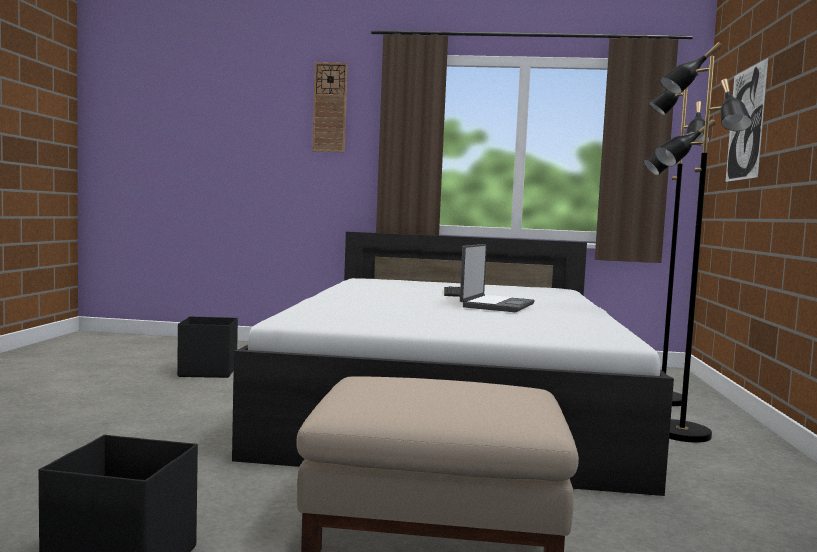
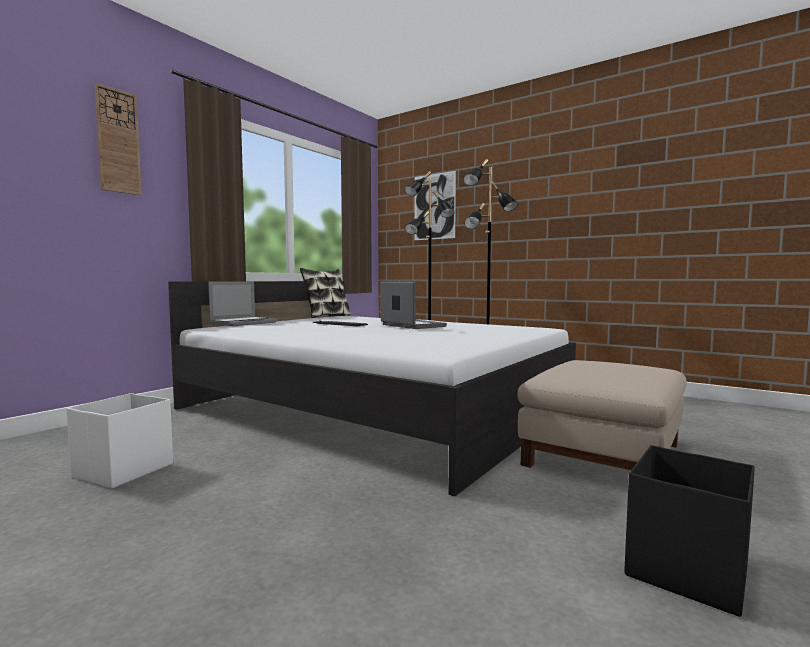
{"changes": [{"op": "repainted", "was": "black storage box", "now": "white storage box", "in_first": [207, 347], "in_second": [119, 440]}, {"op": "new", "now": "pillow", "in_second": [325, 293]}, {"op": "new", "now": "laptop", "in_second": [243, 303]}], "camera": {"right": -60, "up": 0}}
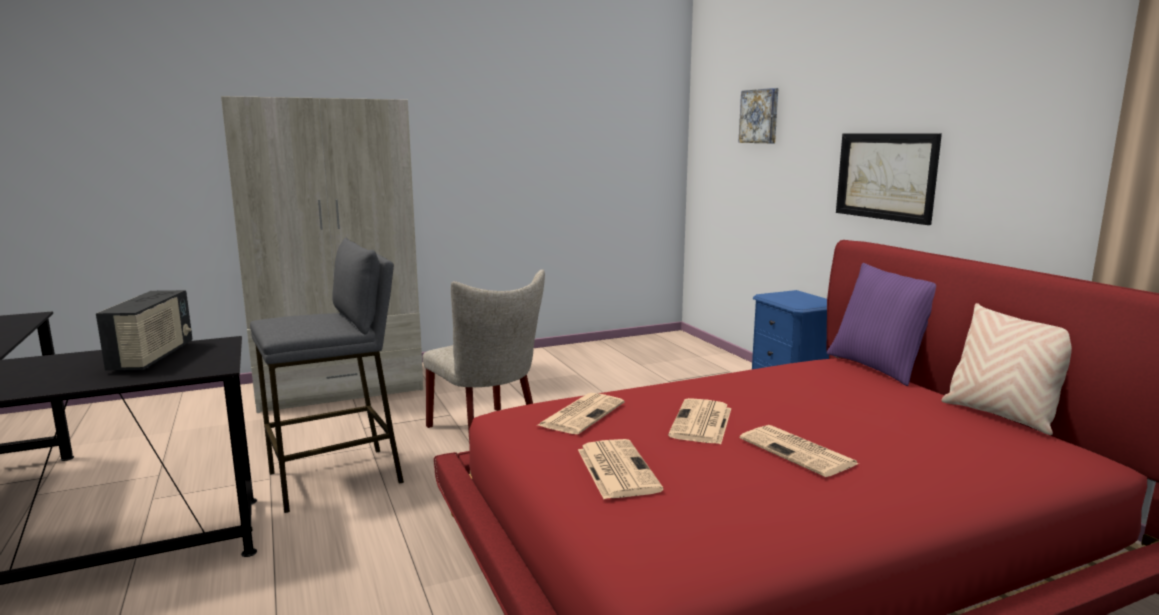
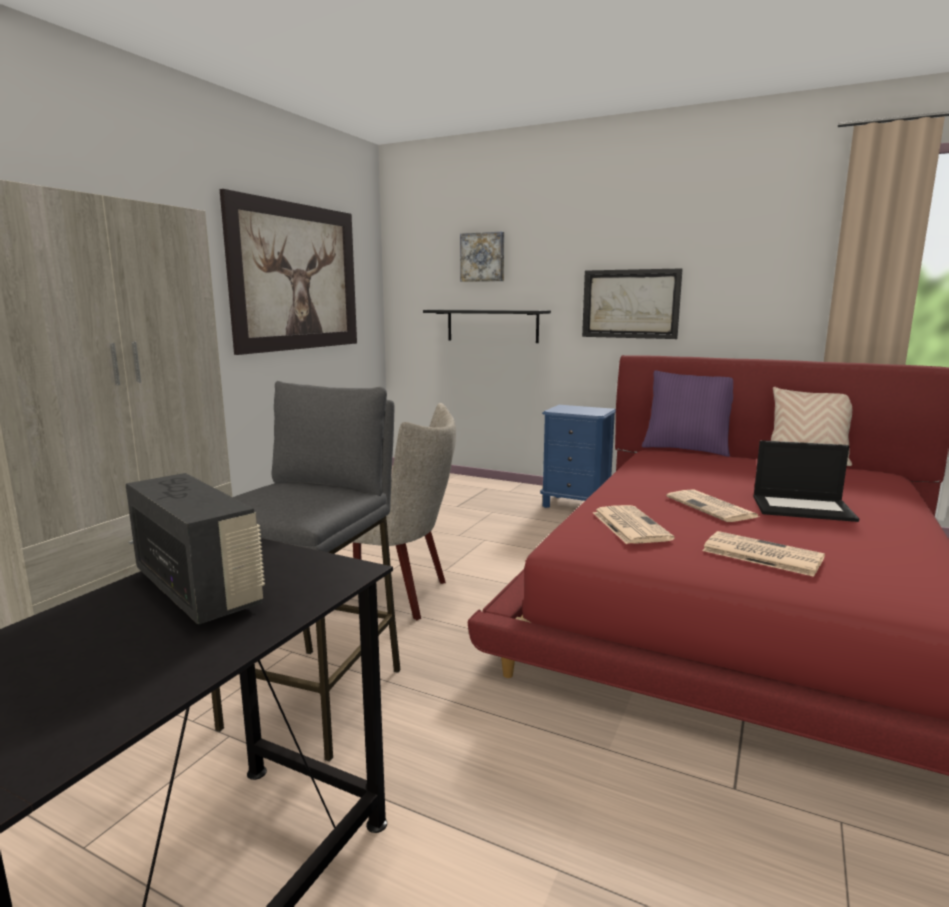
{"changes": [{"op": "swapped", "was": "newspaper", "now": "laptop", "in_first": [799, 451], "in_second": [806, 481]}, {"op": "new", "now": "picture", "in_second": [288, 272]}, {"op": "new", "now": "black shelf", "in_second": [487, 326]}], "camera": {"right": -40, "up": 0}}
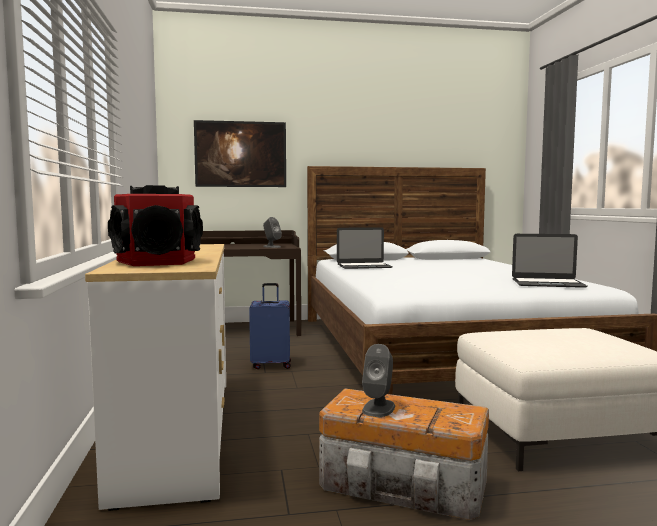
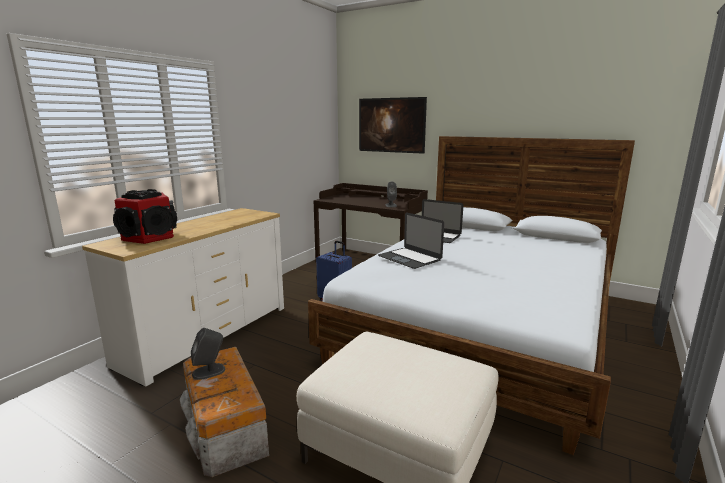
{"changes": [{"op": "shifted", "was": "laptop", "in_first": [550, 261], "in_second": [411, 240]}], "camera": {"right": 40, "up": 10}}
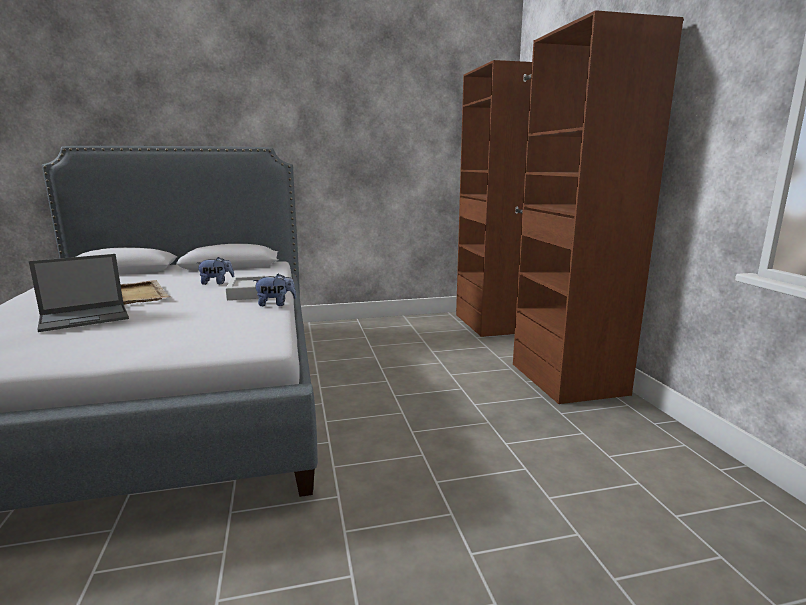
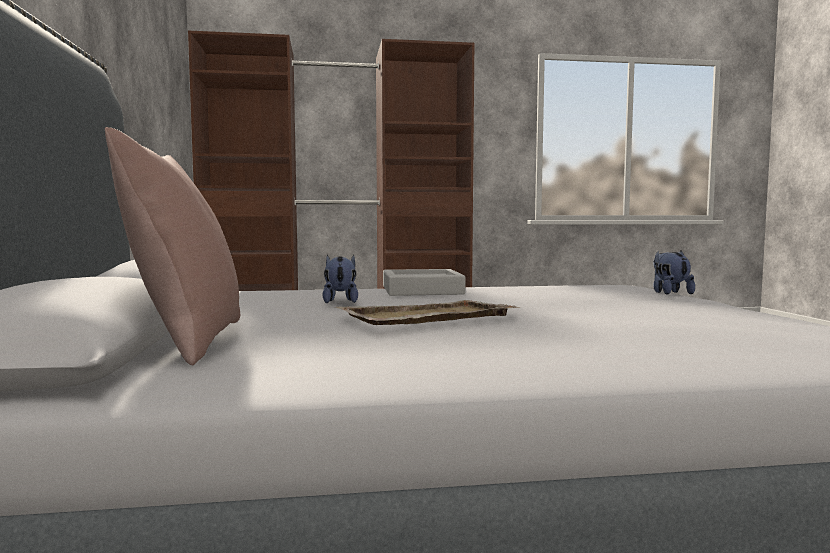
{"changes": [{"op": "gone", "was": "laptop", "in_first": [79, 293]}, {"op": "shifted", "was": "plush toy", "in_first": [275, 290], "in_second": [674, 272]}, {"op": "new", "now": "pink pillow", "in_second": [172, 246]}], "camera": {"right": -85, "up": -10}}
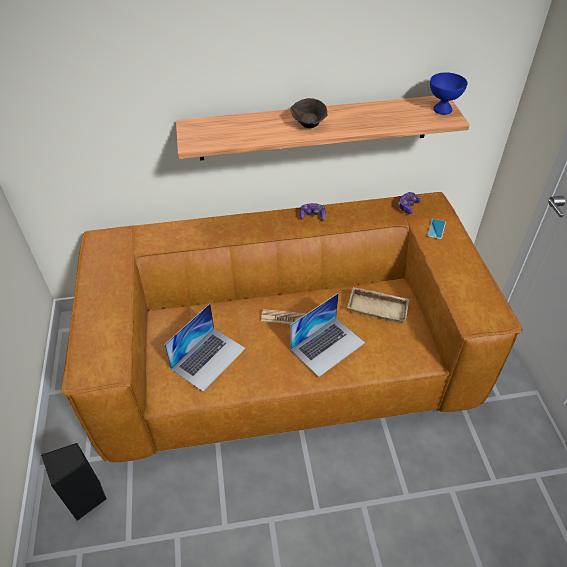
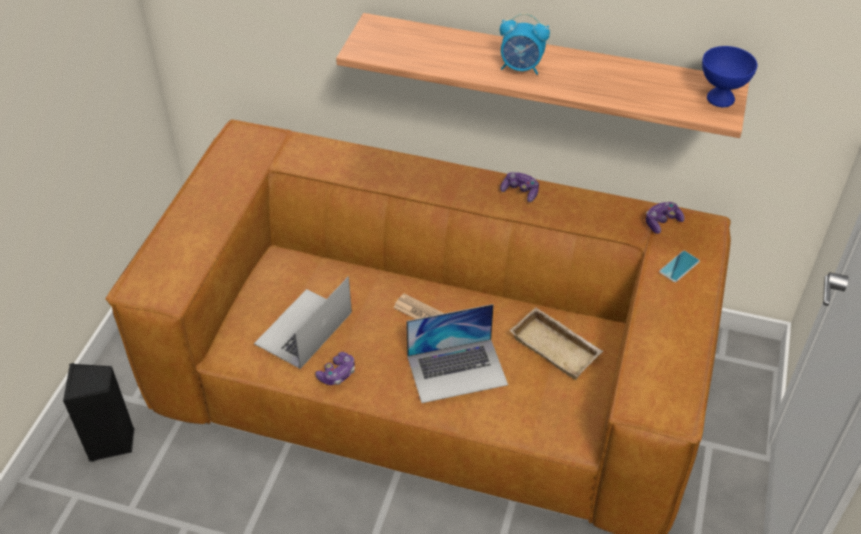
{"changes": [{"op": "swapped", "was": "brown bowl", "now": "alarm clock", "in_first": [309, 113], "in_second": [525, 44]}, {"op": "rotated", "was": "laptop", "in_first": [205, 348], "in_second": [303, 322], "clockwise": 150}, {"op": "new", "now": "game controller", "in_second": [335, 368]}], "camera": {"right": 25, "up": 0}}
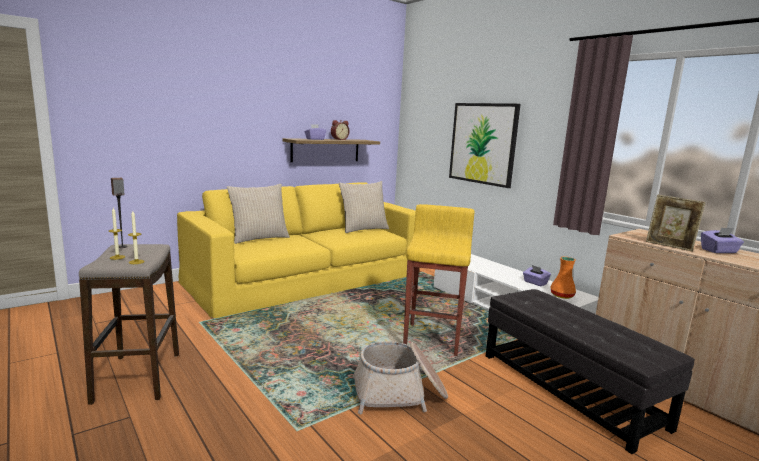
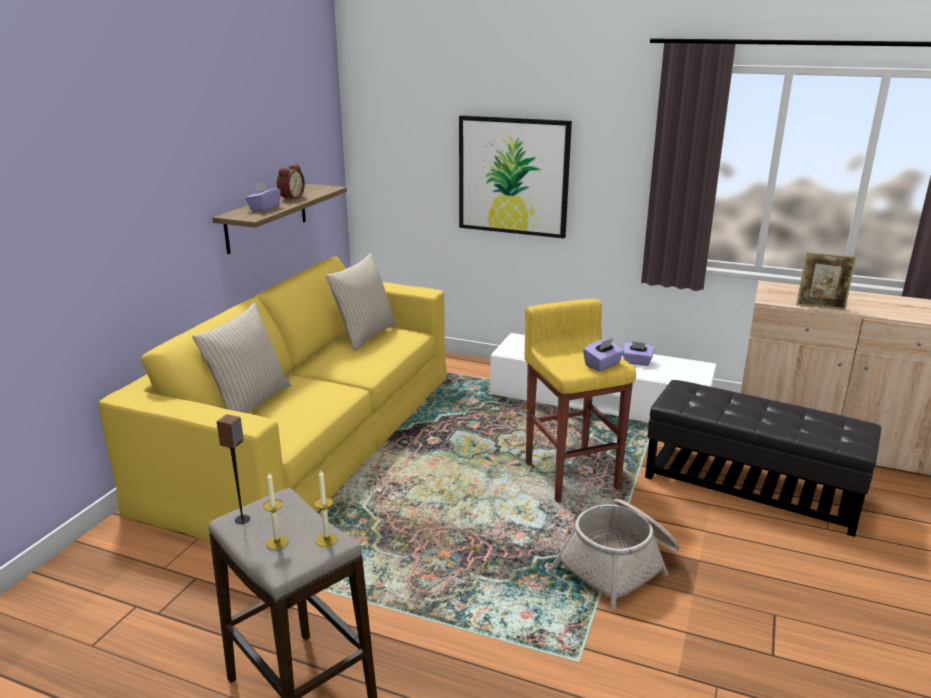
{"changes": [{"op": "shifted", "was": "purple tissue box", "in_first": [722, 240], "in_second": [603, 354]}, {"op": "gone", "was": "orange vase", "in_first": [563, 278]}], "camera": {"right": -30, "up": 10}}
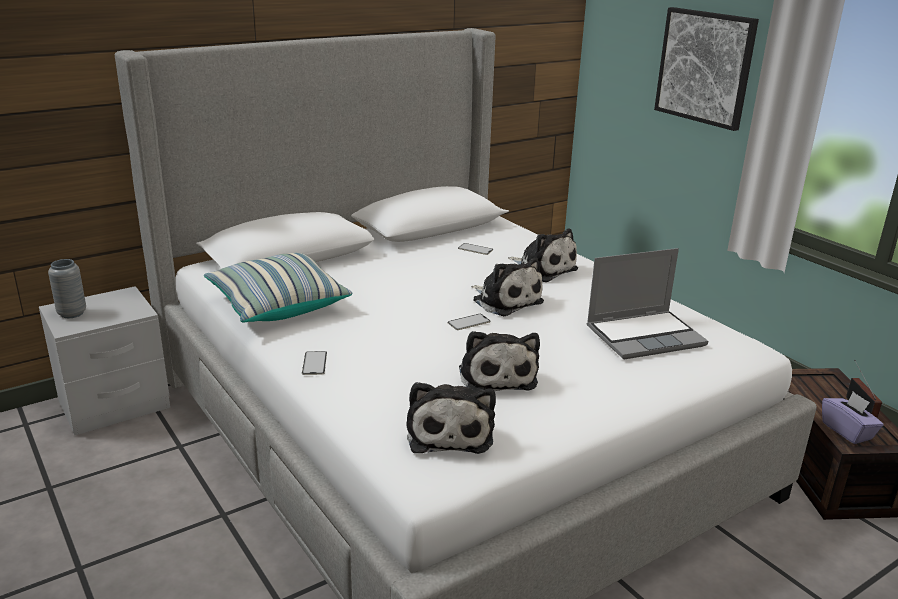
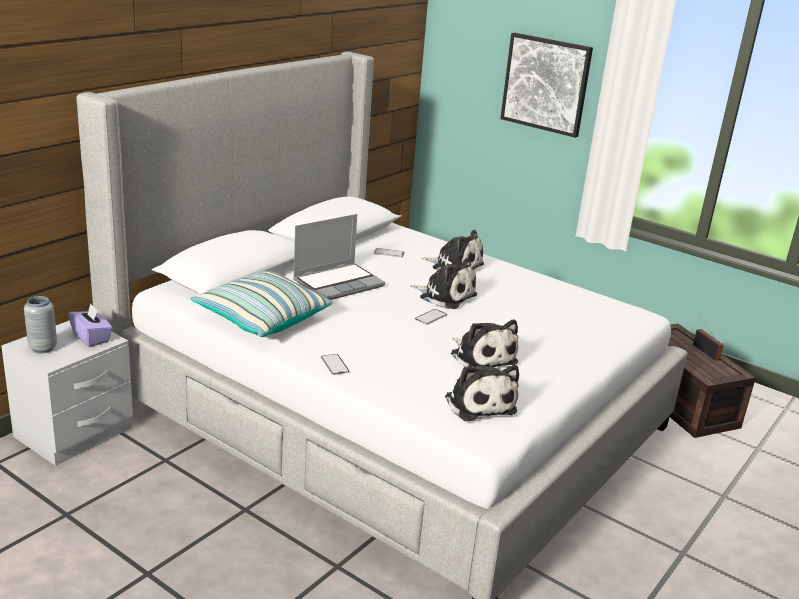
{"changes": [{"op": "shifted", "was": "laptop", "in_first": [647, 304], "in_second": [339, 257]}, {"op": "shifted", "was": "purple tissue box", "in_first": [853, 417], "in_second": [90, 325]}], "camera": {"right": -20, "up": 0}}
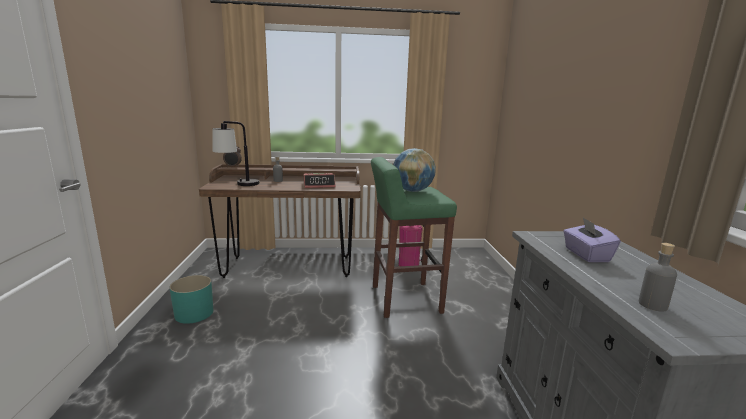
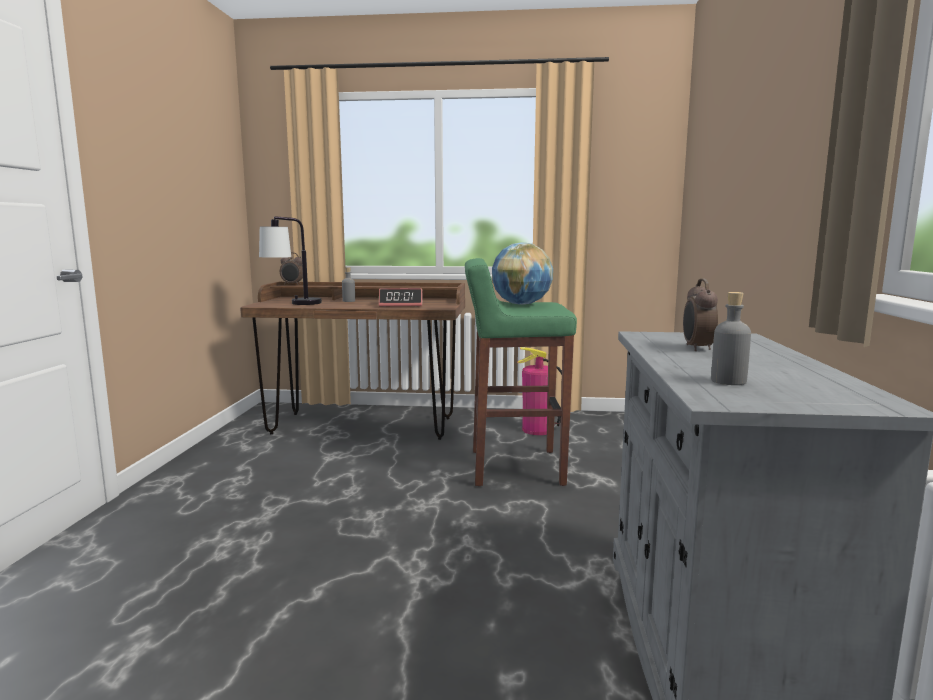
{"changes": [{"op": "swapped", "was": "purple tissue box", "now": "alarm clock", "in_first": [592, 240], "in_second": [700, 315]}, {"op": "gone", "was": "turquoise planter", "in_first": [191, 299]}], "camera": {"right": 10, "up": -5}}
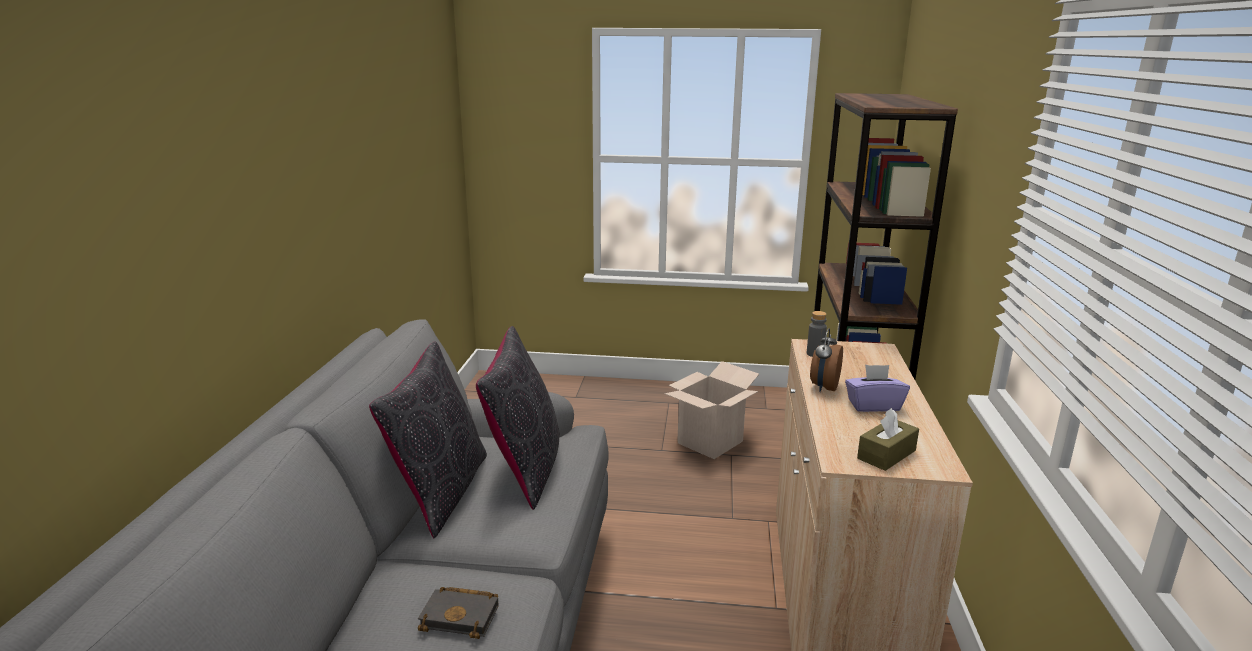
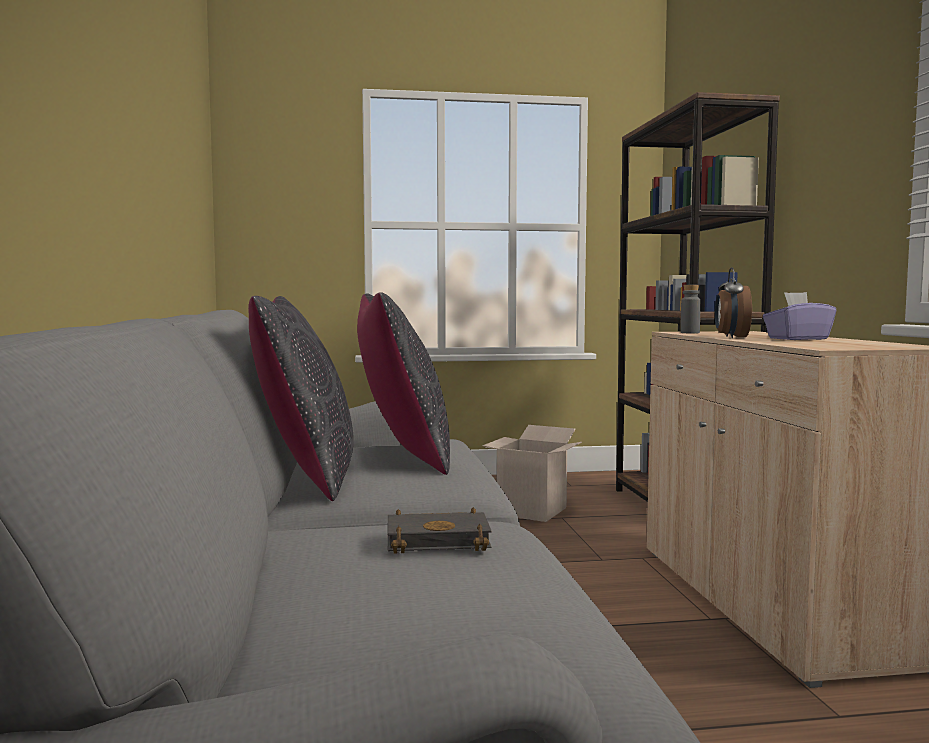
{"changes": [{"op": "gone", "was": "brown tissue box", "in_first": [888, 439]}], "camera": {"right": -15, "up": -15}}
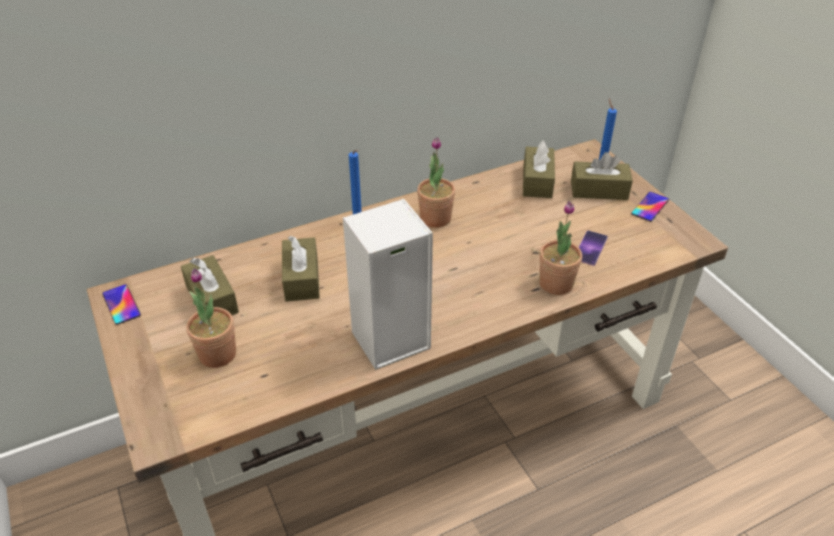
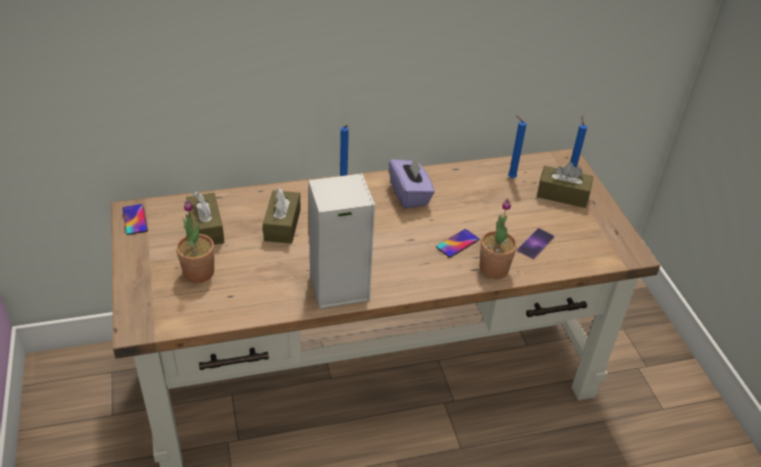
{"changes": [{"op": "swapped", "was": "potted plant", "now": "purple tissue box", "in_first": [436, 182], "in_second": [412, 182]}, {"op": "swapped", "was": "brown tissue box", "now": "blue candle", "in_first": [539, 169], "in_second": [517, 146]}, {"op": "shifted", "was": "phone", "in_first": [650, 207], "in_second": [457, 243]}], "camera": {"right": 10, "up": 0}}
